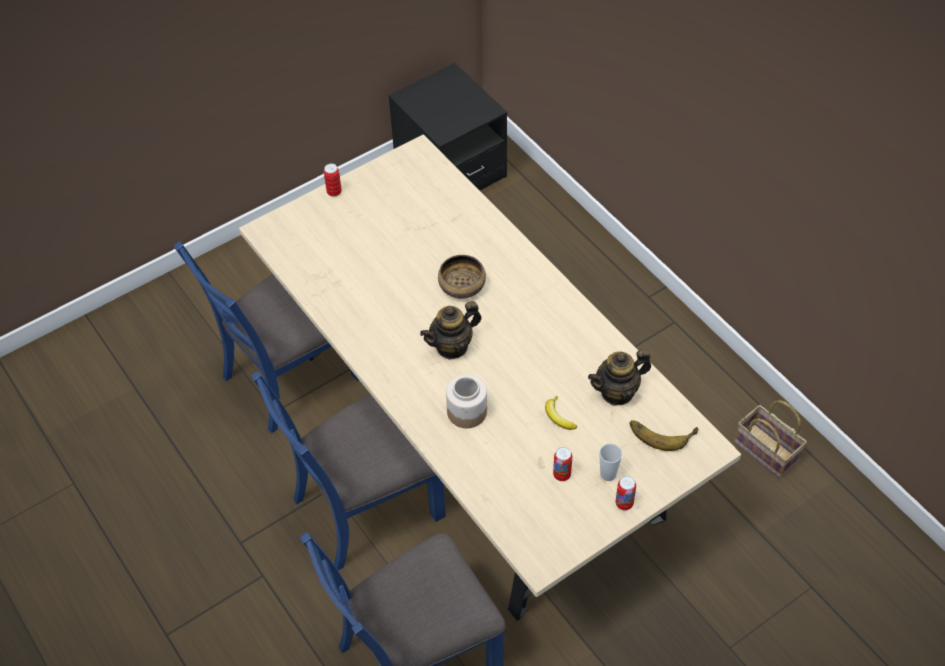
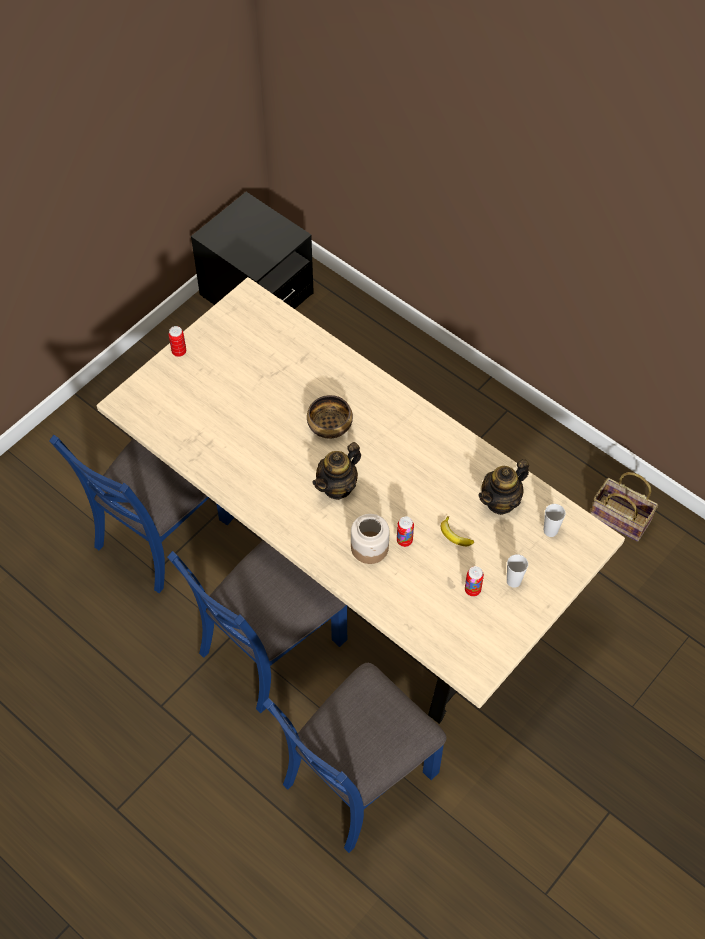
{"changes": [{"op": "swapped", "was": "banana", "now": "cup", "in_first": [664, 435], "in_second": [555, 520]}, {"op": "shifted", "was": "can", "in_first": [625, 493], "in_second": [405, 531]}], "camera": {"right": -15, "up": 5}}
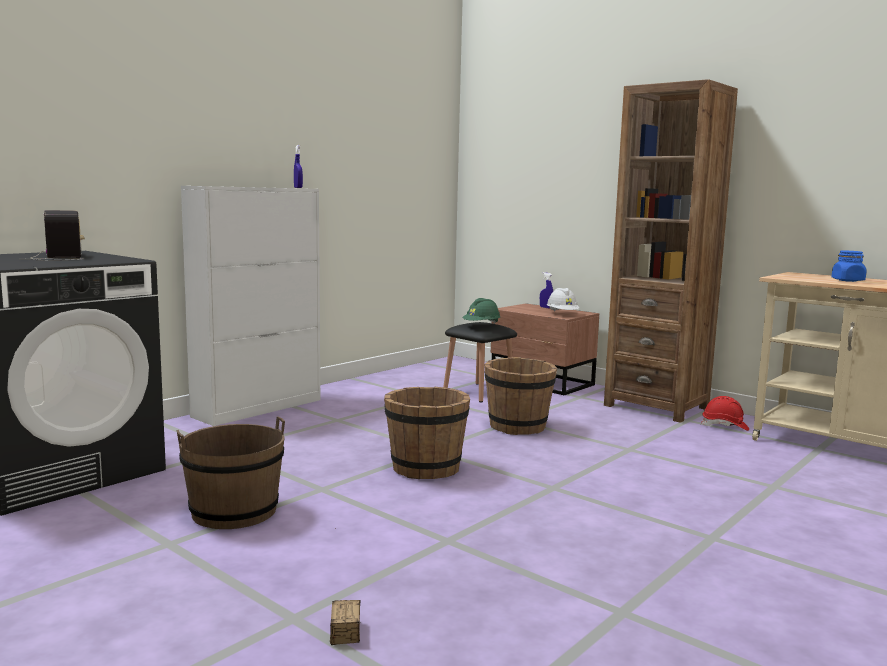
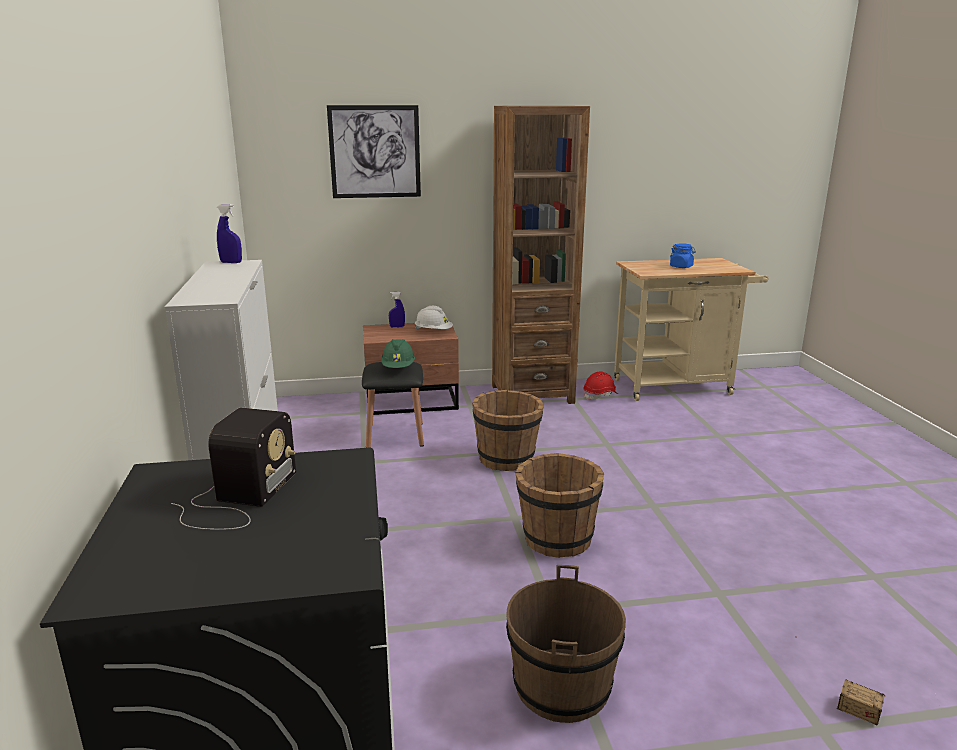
{"changes": [{"op": "rotated", "was": "radio", "in_first": [58, 235], "in_second": [233, 469], "clockwise": 90}, {"op": "new", "now": "picture", "in_second": [374, 151]}], "camera": {"right": -50, "up": 10}}
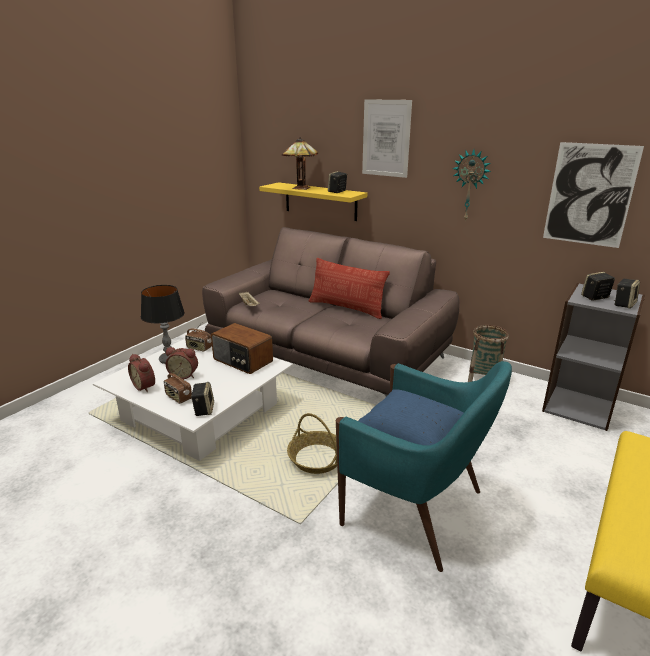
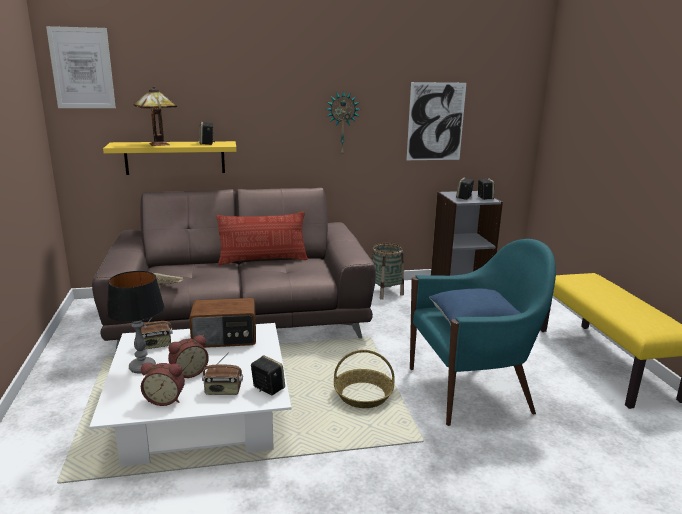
{"changes": [{"op": "shifted", "was": "picture", "in_first": [387, 138], "in_second": [81, 67]}], "camera": {"right": -45, "up": -5}}
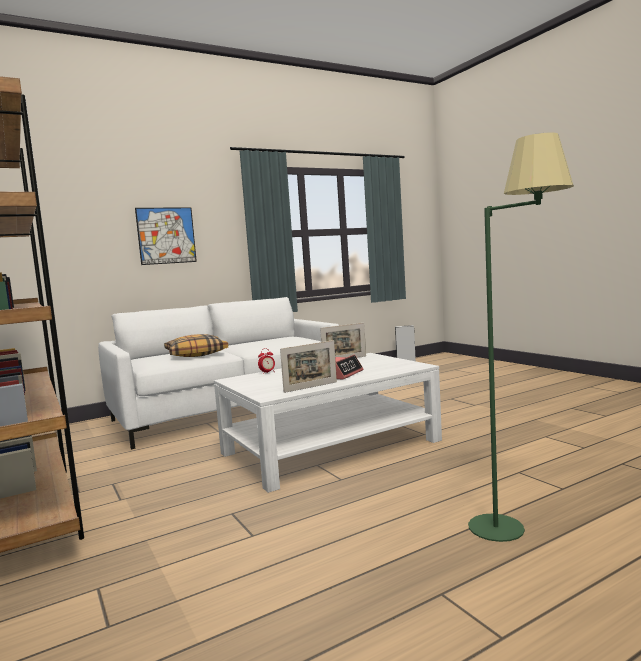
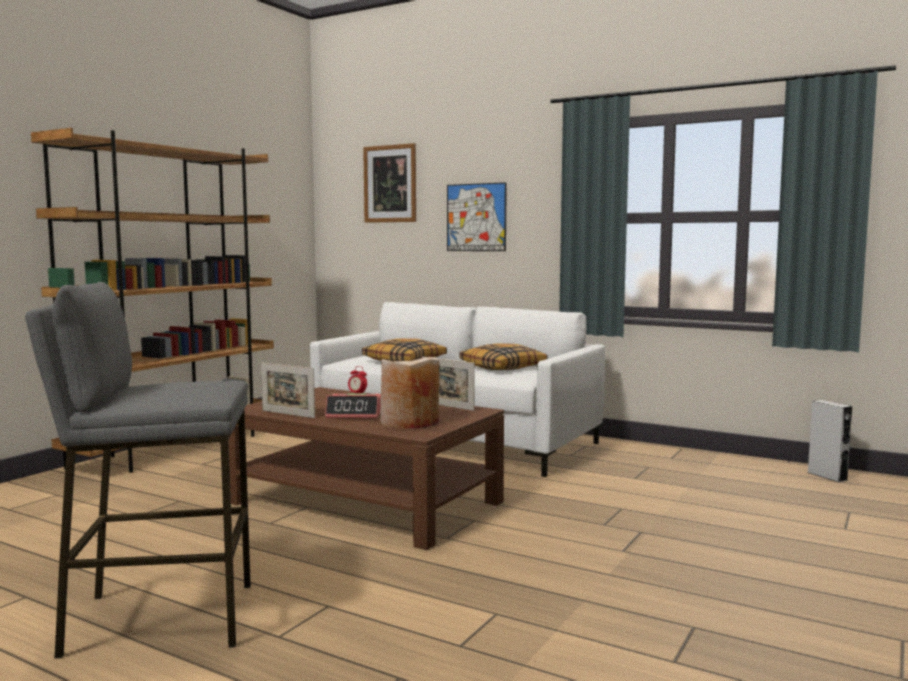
{"changes": [{"op": "swapped", "was": "green floor lamp", "now": "grey stool", "in_first": [521, 337], "in_second": [138, 470]}, {"op": "repainted", "was": "white coffee table", "now": "brown coffee table", "in_first": [328, 423], "in_second": [366, 468]}, {"op": "new", "now": "picture", "in_second": [389, 183]}, {"op": "new", "now": "pillow", "in_second": [503, 356]}, {"op": "new", "now": "beige vase", "in_second": [409, 393]}], "camera": {"right": 60, "up": 0}}
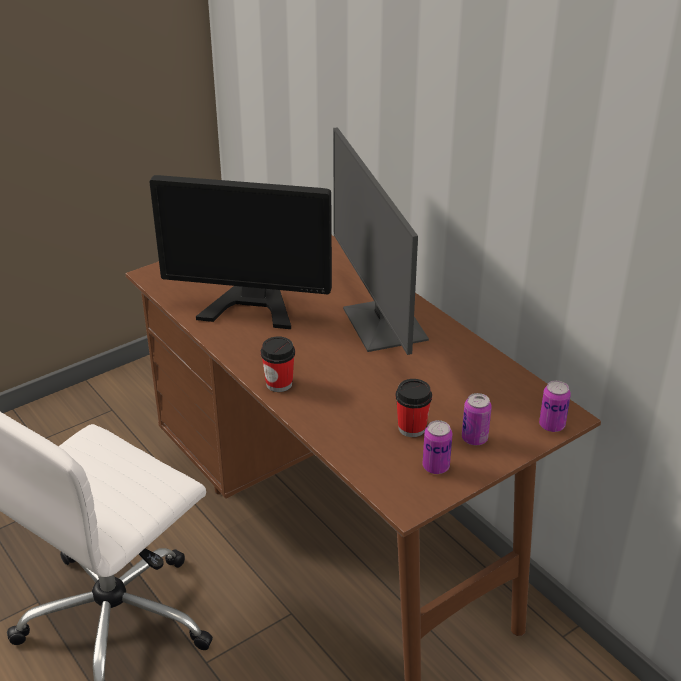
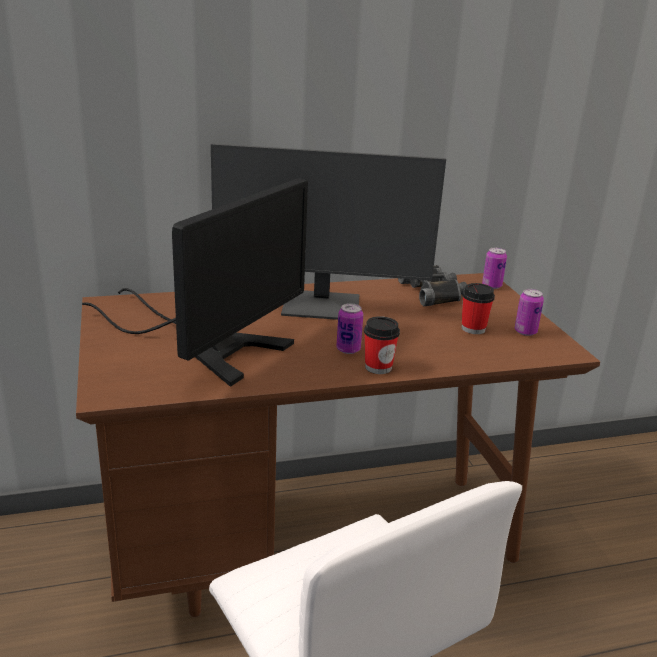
{"changes": [{"op": "shifted", "was": "can", "in_first": [477, 419], "in_second": [349, 328]}, {"op": "new", "now": "black binoculars", "in_second": [432, 285]}], "camera": {"right": -70, "up": -10}}
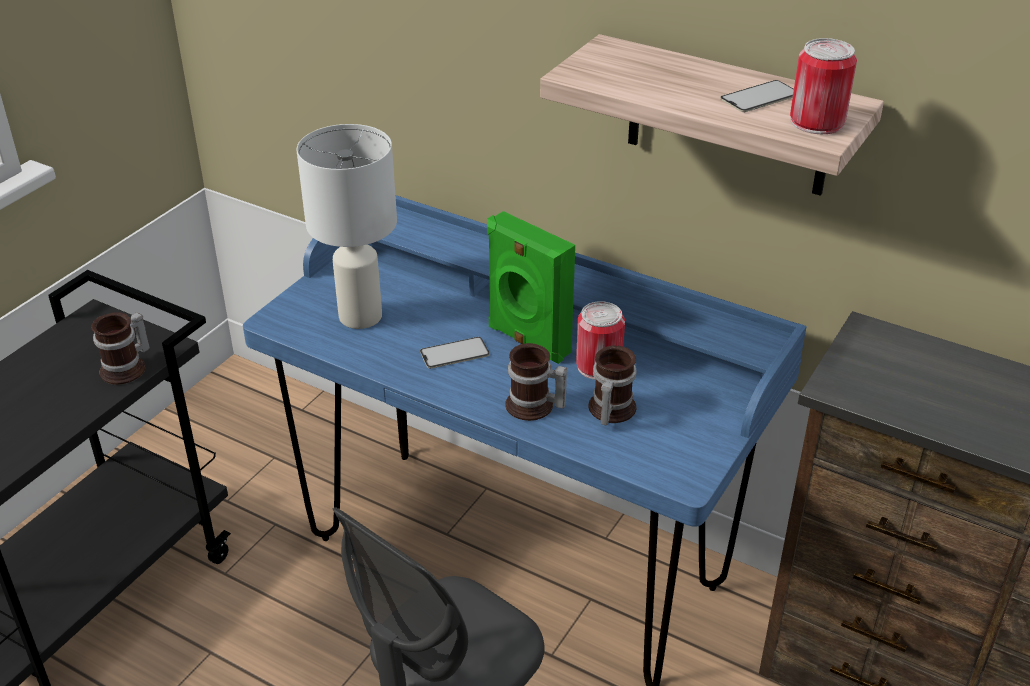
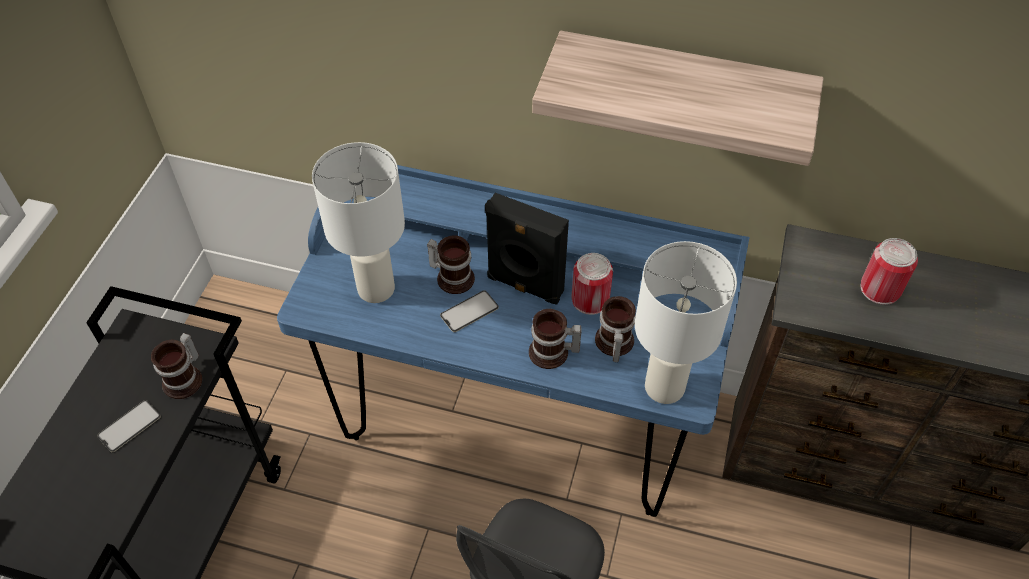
{"changes": [{"op": "shifted", "was": "can", "in_first": [823, 86], "in_second": [889, 271]}, {"op": "shifted", "was": "phone", "in_first": [757, 96], "in_second": [129, 426]}, {"op": "repainted", "was": "green speaker", "now": "black speaker", "in_first": [531, 287], "in_second": [527, 248]}, {"op": "new", "now": "mug", "in_second": [451, 264]}, {"op": "new", "now": "white table lamp", "in_second": [686, 322]}], "camera": {"right": -15, "up": 15}}
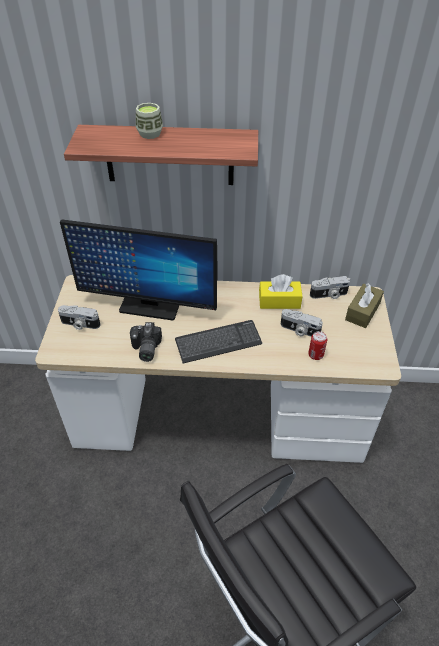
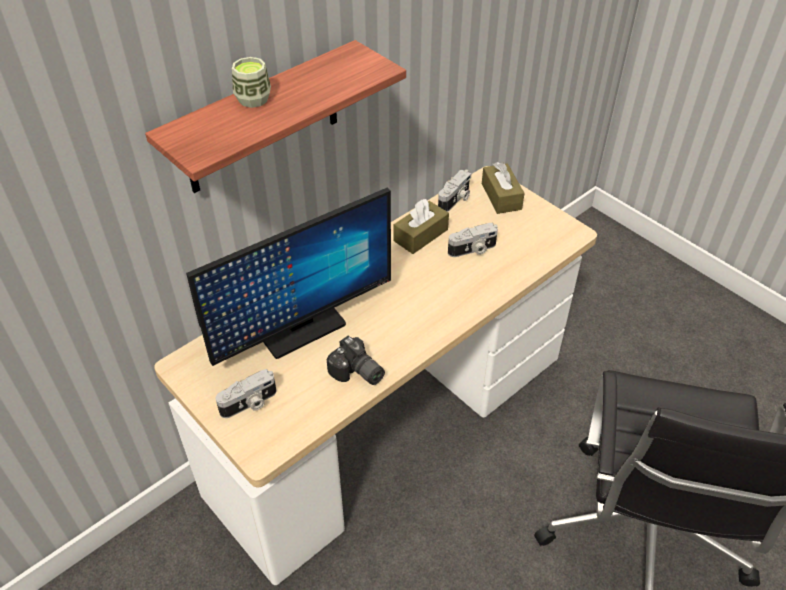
{"changes": [{"op": "repainted", "was": "yellow tissue box", "now": "brown tissue box", "in_first": [280, 291], "in_second": [421, 226]}, {"op": "gone", "was": "keyboard", "in_first": [218, 341]}, {"op": "gone", "was": "can", "in_first": [317, 345]}], "camera": {"right": -45, "up": 0}}
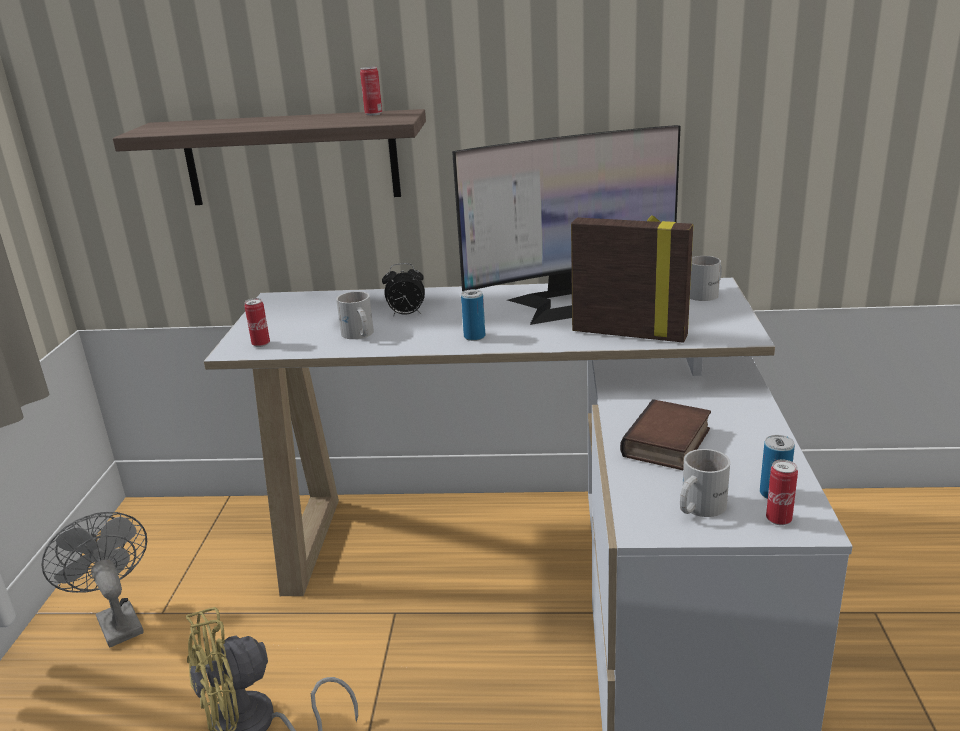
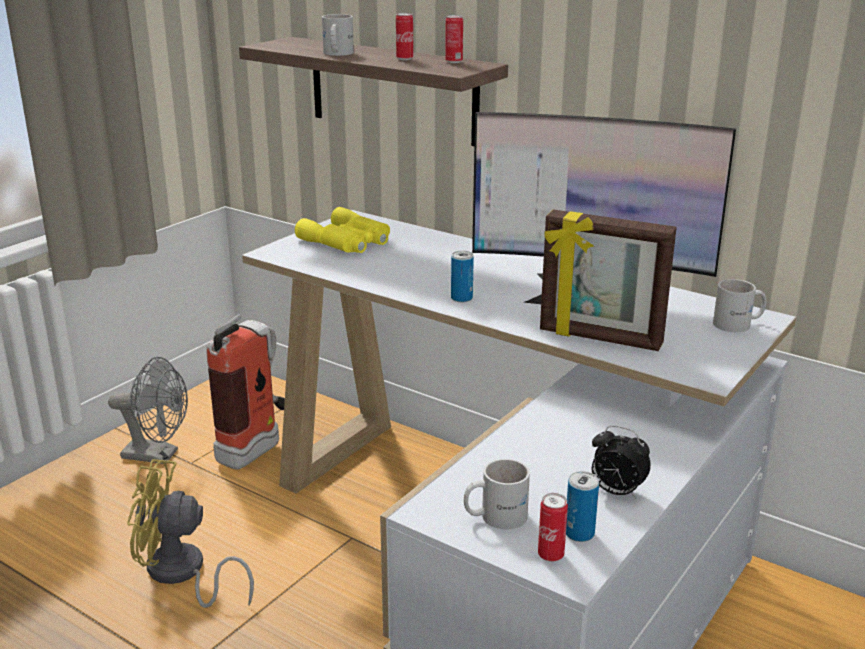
{"changes": [{"op": "rotated", "was": "picture frame", "in_first": [632, 279], "in_second": [608, 280], "clockwise": 150}, {"op": "shifted", "was": "alarm clock", "in_first": [403, 290], "in_second": [621, 462]}, {"op": "shifted", "was": "white mug", "in_first": [355, 315], "in_second": [338, 35]}, {"op": "shifted", "was": "can", "in_first": [257, 322], "in_second": [404, 36]}, {"op": "gone", "was": "book", "in_first": [665, 434]}, {"op": "rotated", "was": "grey fan", "in_first": [94, 580], "in_second": [148, 410], "clockwise": 105}, {"op": "new", "now": "yellow binoculars", "in_second": [342, 230]}, {"op": "new", "now": "fire extinguisher", "in_second": [245, 392]}], "camera": {"right": 30, "up": 0}}
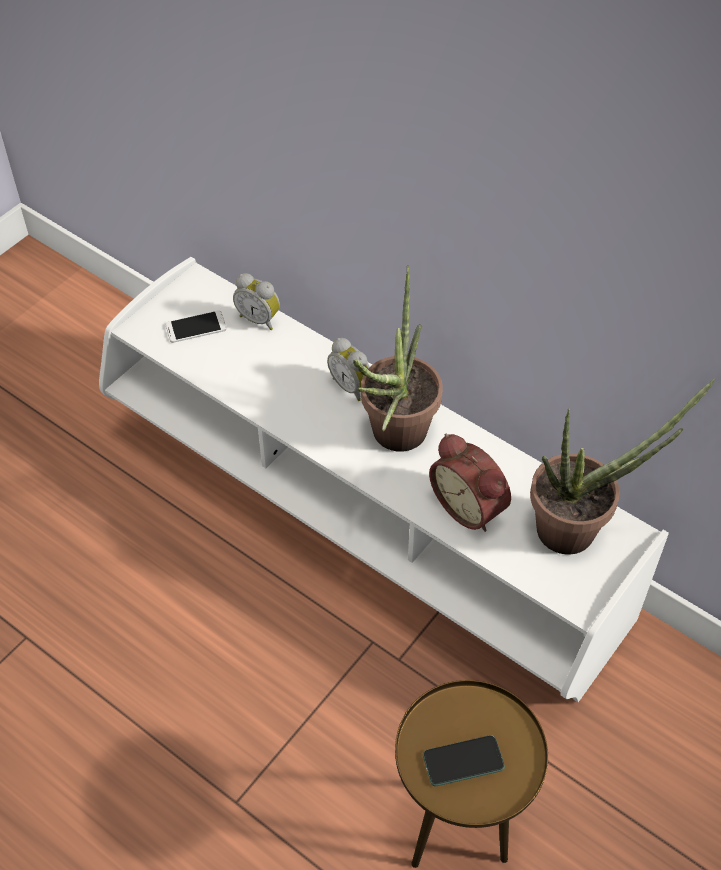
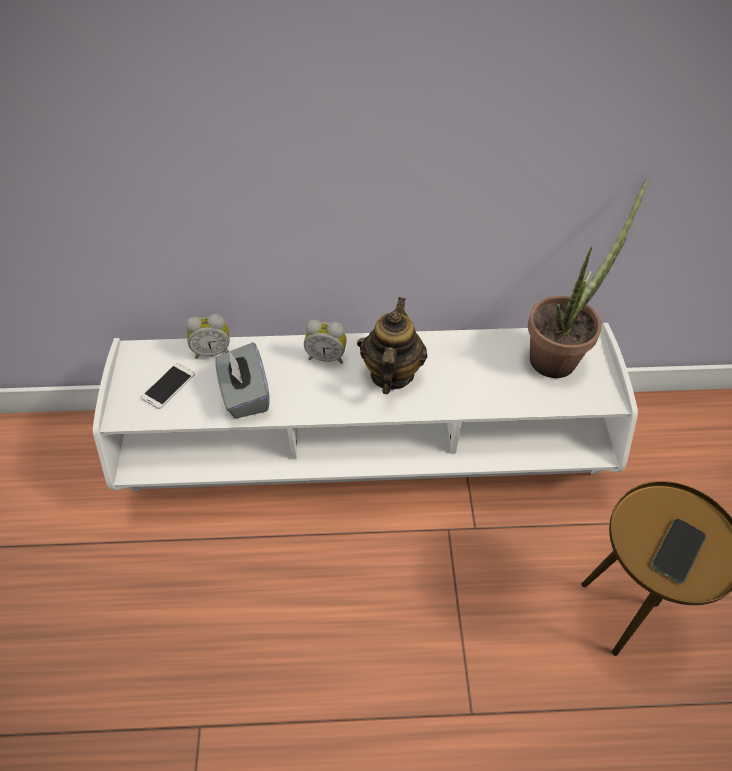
{"changes": [{"op": "swapped", "was": "potted plant", "now": "teapot", "in_first": [398, 358], "in_second": [393, 345]}, {"op": "gone", "was": "alarm clock", "in_first": [470, 483]}, {"op": "new", "now": "grey tissue box", "in_second": [242, 380]}], "camera": {"right": -40, "up": 0}}
